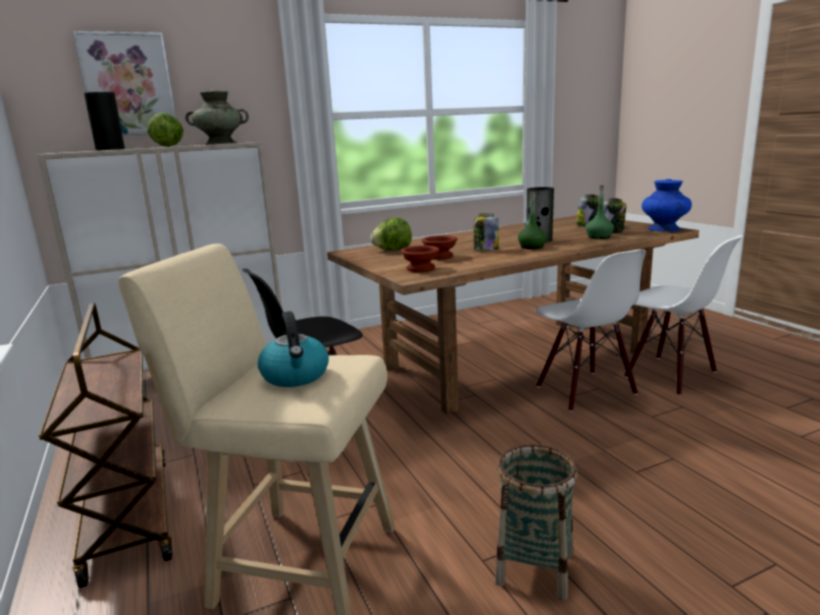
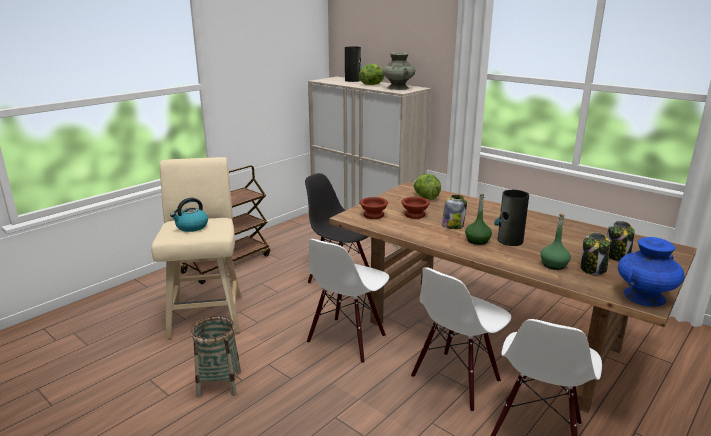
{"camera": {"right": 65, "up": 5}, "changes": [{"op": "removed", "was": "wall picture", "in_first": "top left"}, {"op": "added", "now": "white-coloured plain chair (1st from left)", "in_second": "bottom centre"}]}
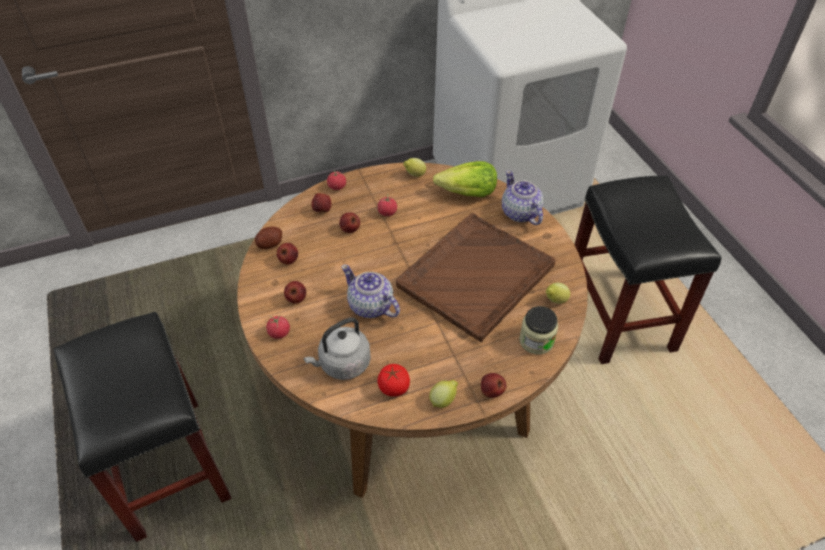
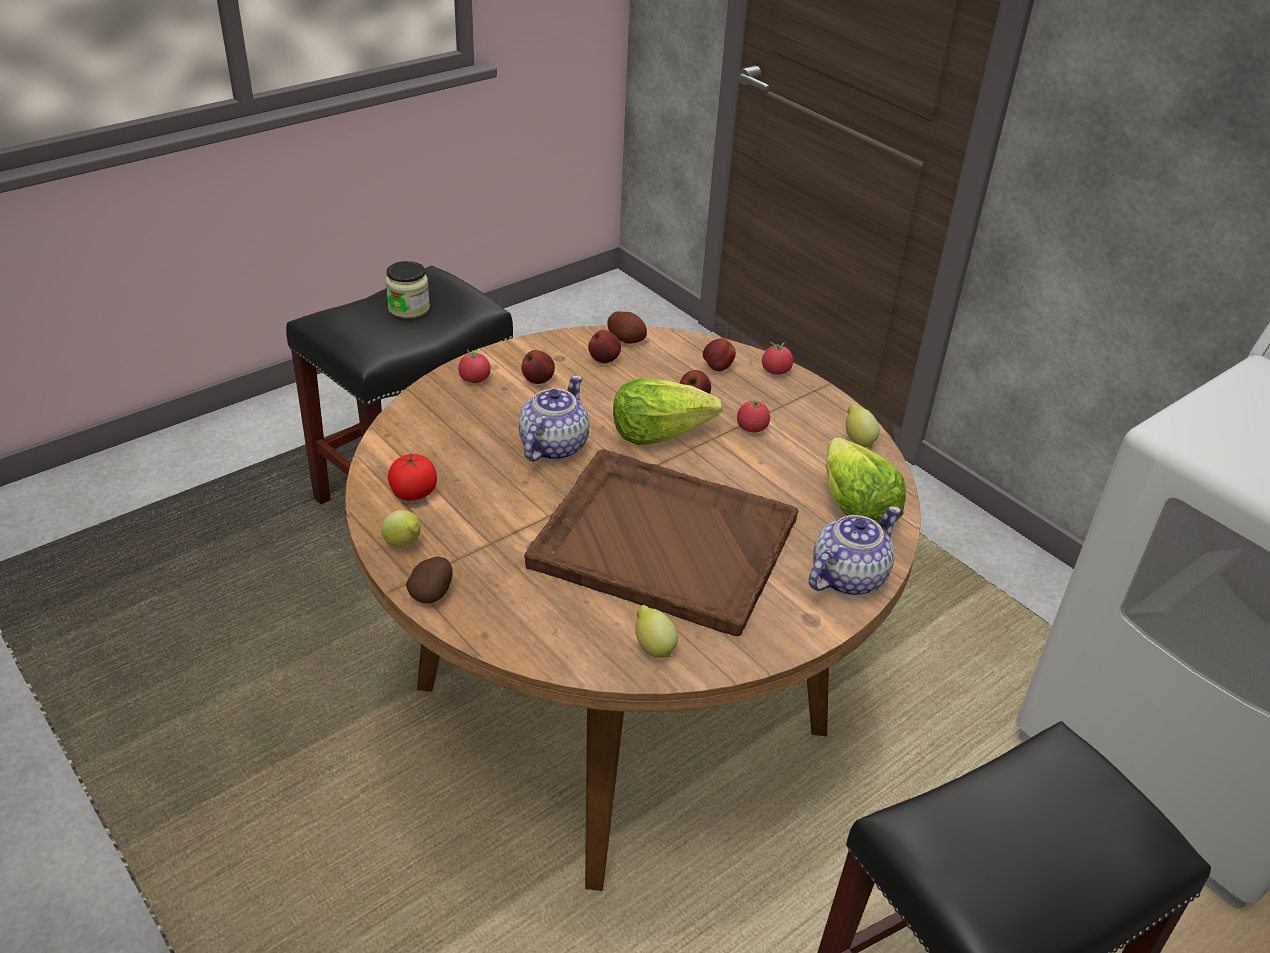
{"camera": {"right": 70, "up": -10}, "changes": [{"op": "removed", "was": "gray kettle", "in_first": "centre"}, {"op": "added", "now": "lettuce (1st from left)", "in_second": "centre"}, {"op": "moved", "was": "storage jar", "in_first": "centre", "in_second": "top left"}, {"op": "replaced", "was": "apple fruit (5th from left)", "now": "potato (1st from left)", "in_first": "bottom centre", "in_second": "centre"}]}
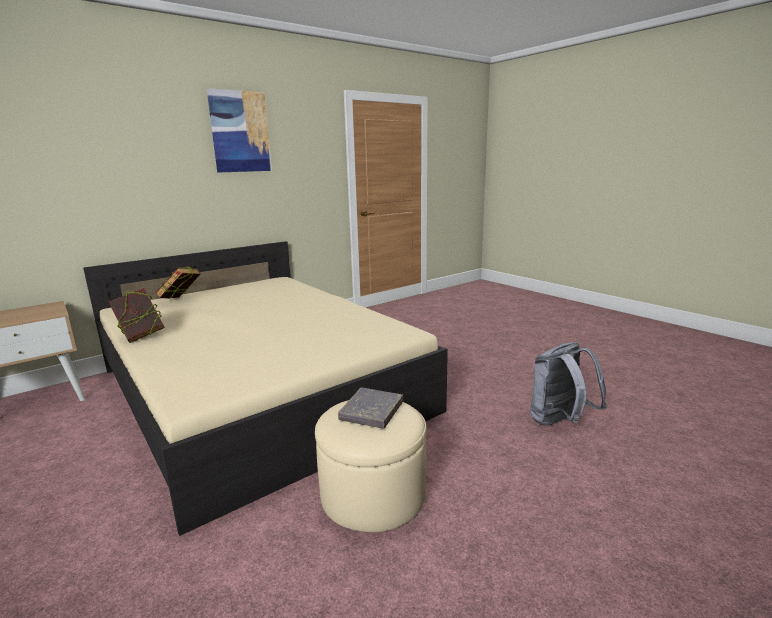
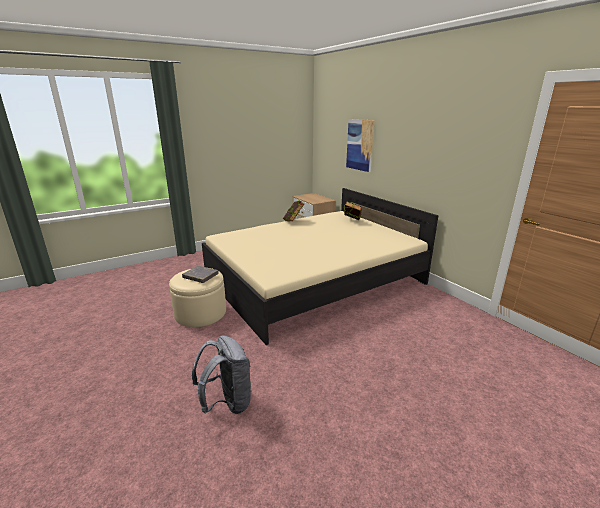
{"camera": {"right": 95, "up": 5}, "changes": [{"op": "moved", "was": "wall picture", "in_first": "top left", "in_second": "top centre"}]}
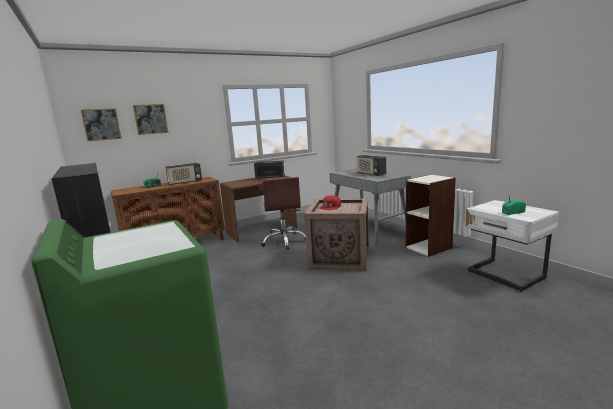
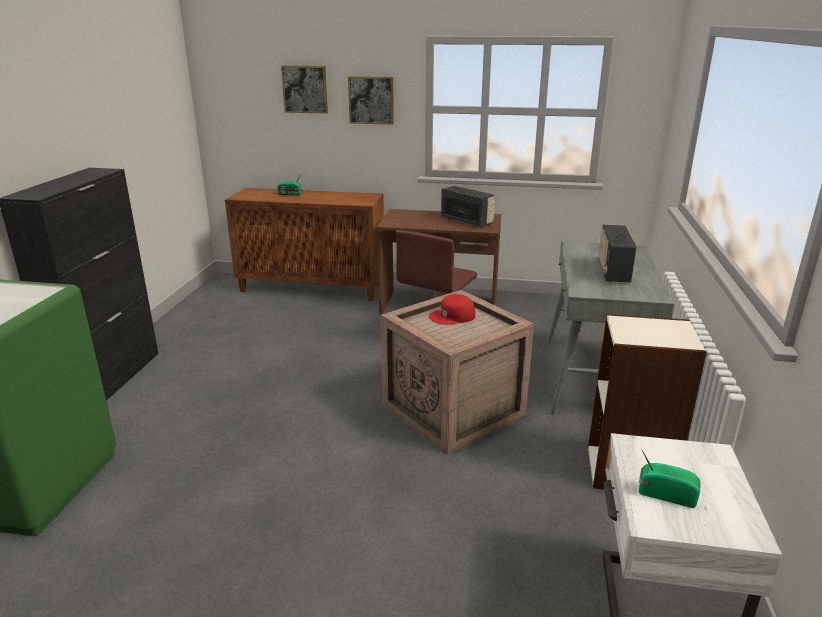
{"camera": {"right": 40, "up": 10}, "changes": [{"op": "removed", "was": "radio (2nd from left)", "in_first": "middle left"}, {"op": "moved", "was": "wall picture (1st from left in the first image)", "now": "wall picture (2nd from left)", "in_first": "top left", "in_second": "top centre"}]}
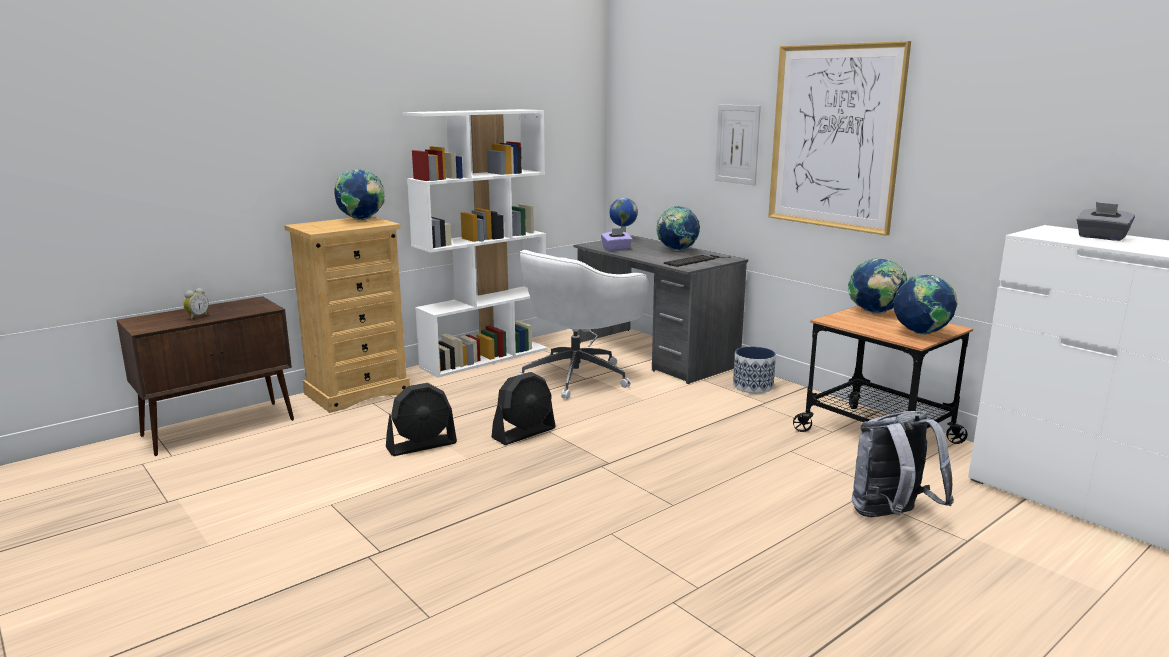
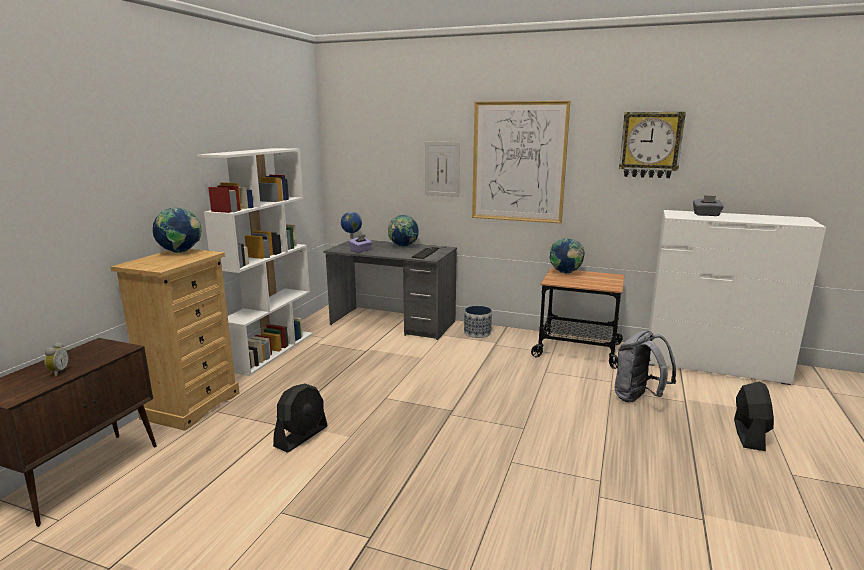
{"camera": {"right": -30, "up": 0}, "changes": [{"op": "removed", "was": "white-coloured office chair", "in_first": "centre"}, {"op": "removed", "was": "world globe (5th from left)", "in_first": "middle right"}, {"op": "added", "now": "clock on the wall", "in_second": "top right"}, {"op": "moved", "was": "blackish fan (2nd from left)", "in_first": "centre", "in_second": "bottom right"}]}
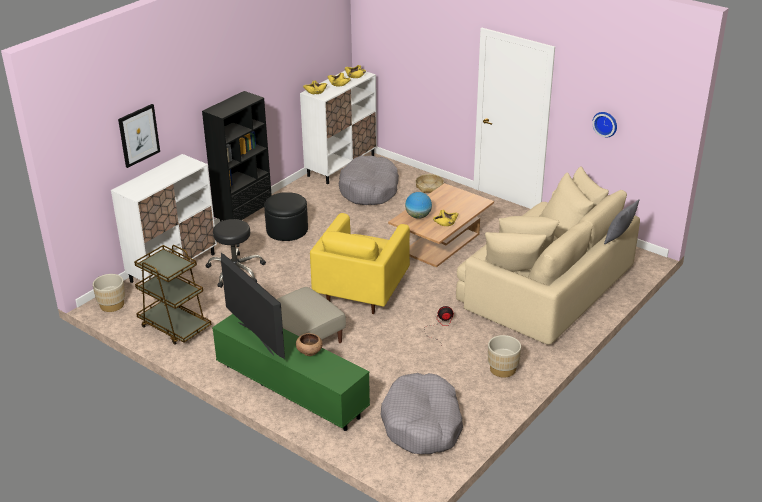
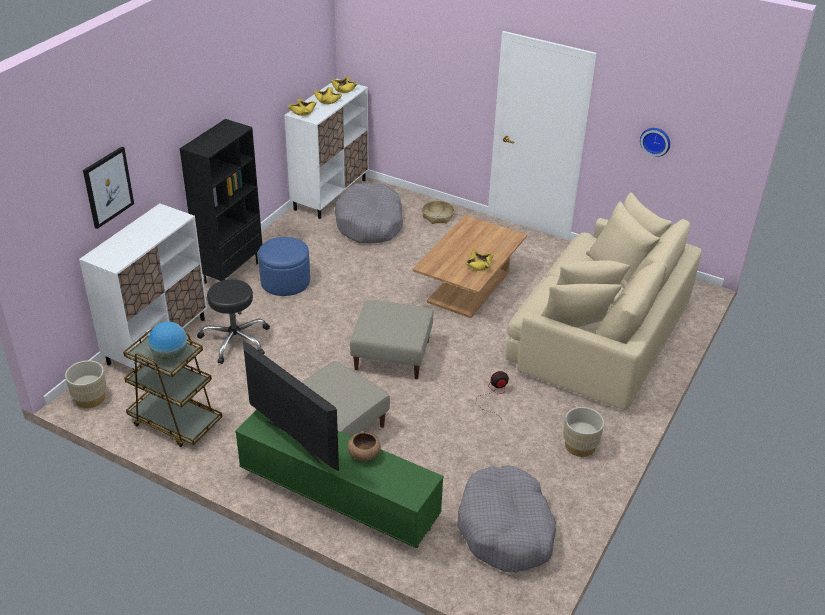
{"camera": {"right": -10, "up": 5}, "changes": [{"op": "removed", "was": "gray throw pillow", "in_first": "middle right"}, {"op": "moved", "was": "world globe", "in_first": "centre", "in_second": "middle left"}, {"op": "replaced", "was": "yellow lounge chair", "now": "beige ottoman (2nd from left)", "in_first": "centre", "in_second": "centre"}, {"op": "recoloured", "was": "blackish ottoman", "now": "blue-coloured ottoman", "in_first": "centre", "in_second": "centre"}]}
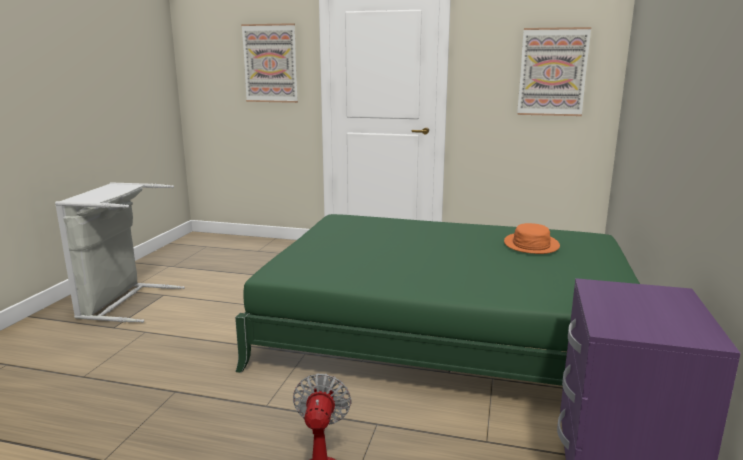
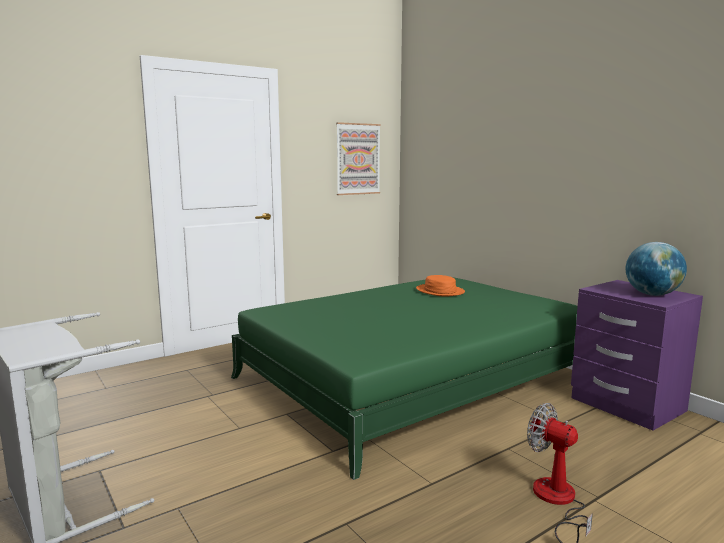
{"camera": {"right": -50, "up": -5}, "changes": [{"op": "removed", "was": "wall picture (1st from left)", "in_first": "top centre"}, {"op": "added", "now": "world globe", "in_second": "middle right"}]}
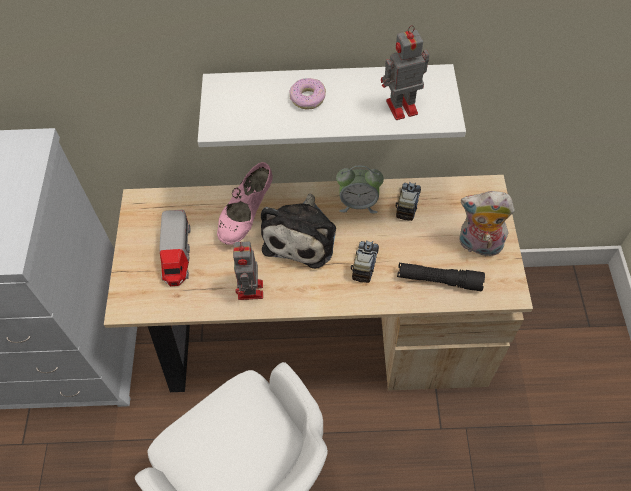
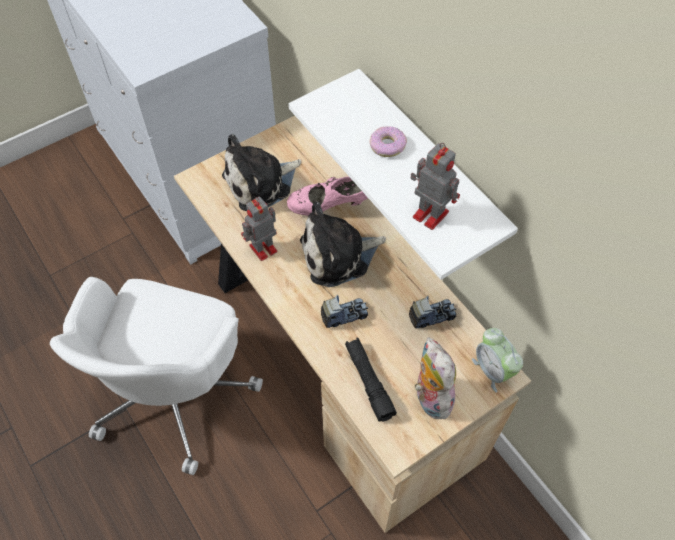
{"camera": {"right": 55, "up": 0}, "changes": [{"op": "moved", "was": "alarm clock", "in_first": "centre", "in_second": "bottom right"}, {"op": "replaced", "was": "toy truck (1st from left)", "now": "cuddly toy (1st from left)", "in_first": "middle left", "in_second": "top centre"}]}
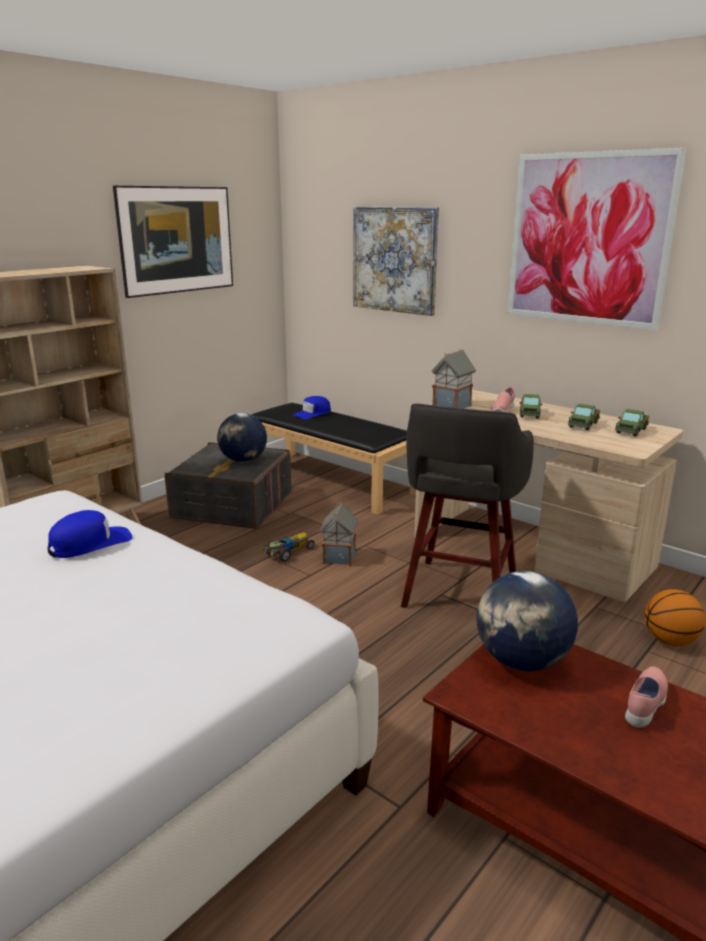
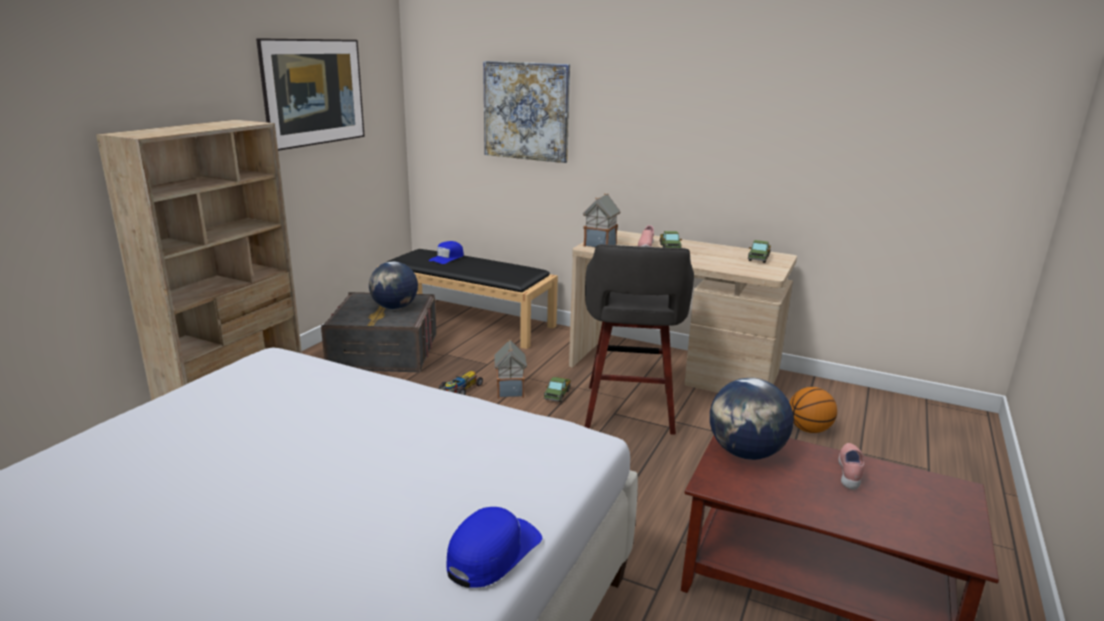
{"camera": {"right": -15, "up": 0}, "changes": [{"op": "removed", "was": "wall picture (3rd from left)", "in_first": "top right"}, {"op": "moved", "was": "blue-coloured baseball cap (1st from left in the first image)", "now": "blue-coloured baseball cap (2nd from left)", "in_first": "middle left", "in_second": "bottom centre"}, {"op": "moved", "was": "toy truck (2nd from left in the first image)", "now": "toy truck (1st from left)", "in_first": "middle right", "in_second": "centre"}]}
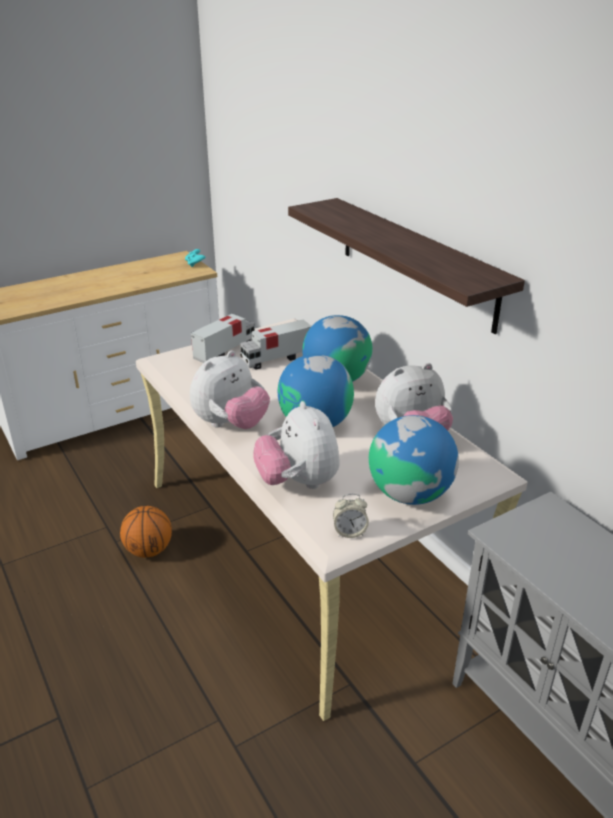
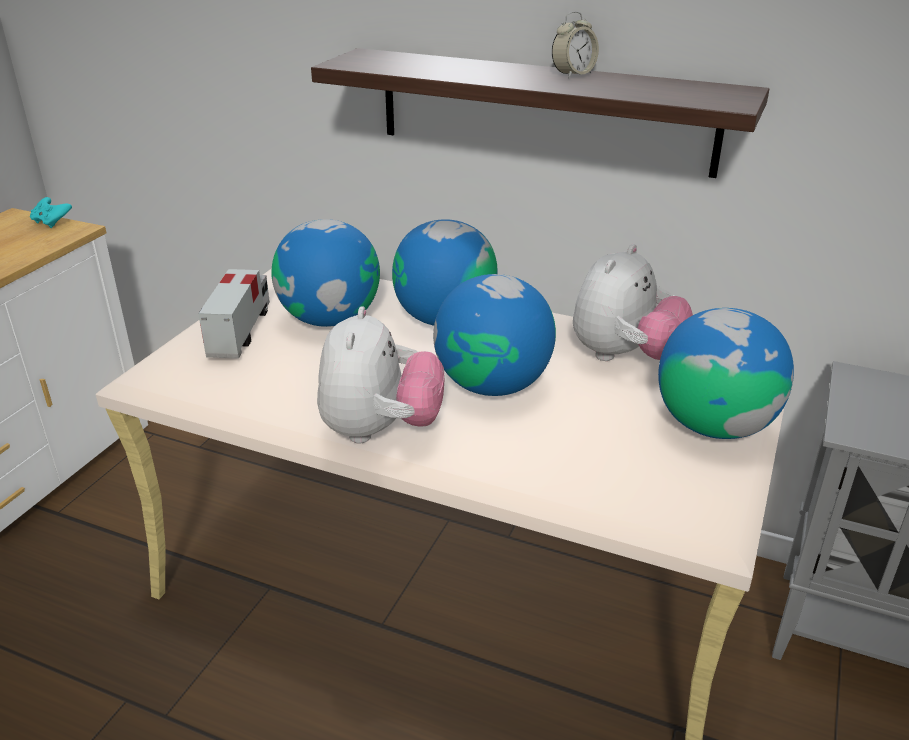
{"camera": {"right": -35, "up": 0}, "changes": [{"op": "removed", "was": "ball for basketball", "in_first": "middle left"}, {"op": "removed", "was": "cuddly toy (2nd from left)", "in_first": "centre"}, {"op": "moved", "was": "alarm clock", "in_first": "centre", "in_second": "top centre"}, {"op": "replaced", "was": "toy truck (2nd from left)", "now": "world globe (1st from left)", "in_first": "centre", "in_second": "centre"}]}
